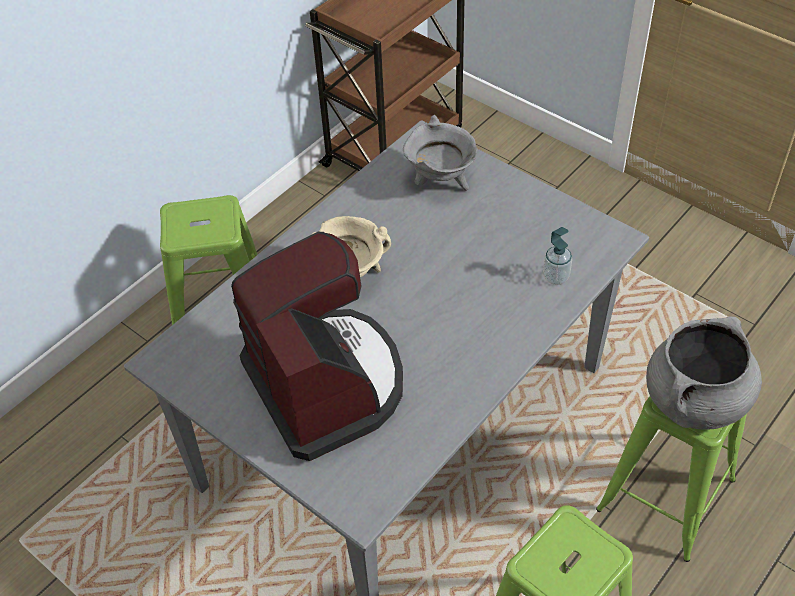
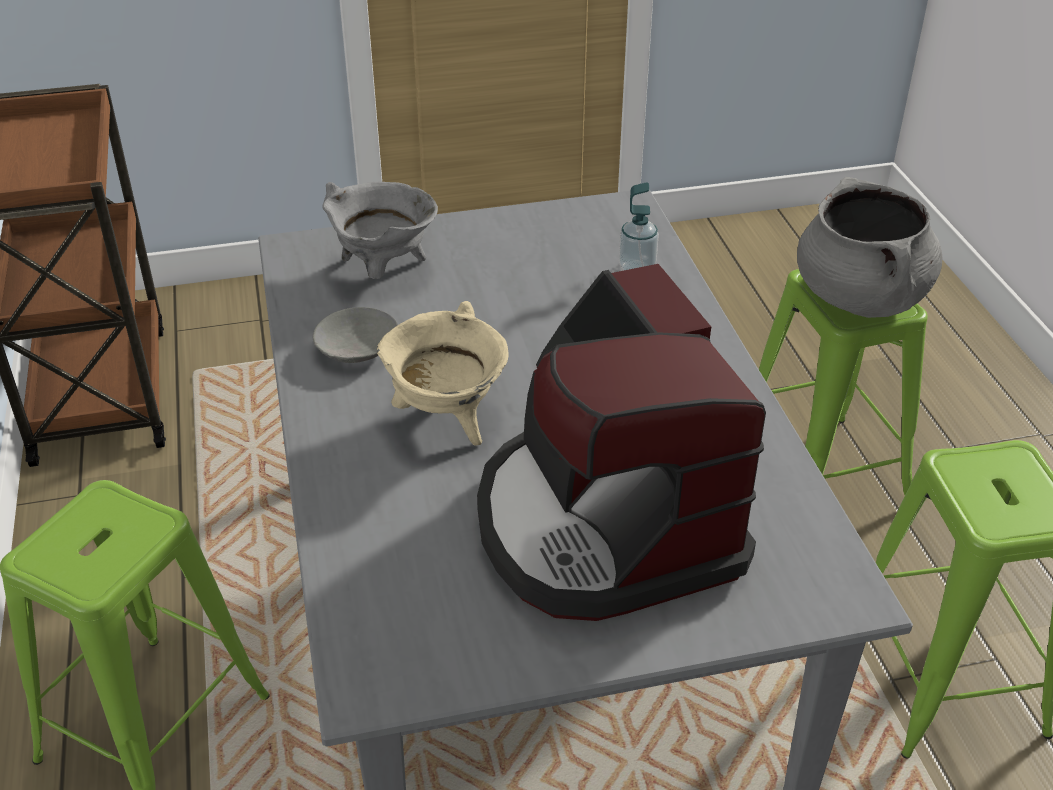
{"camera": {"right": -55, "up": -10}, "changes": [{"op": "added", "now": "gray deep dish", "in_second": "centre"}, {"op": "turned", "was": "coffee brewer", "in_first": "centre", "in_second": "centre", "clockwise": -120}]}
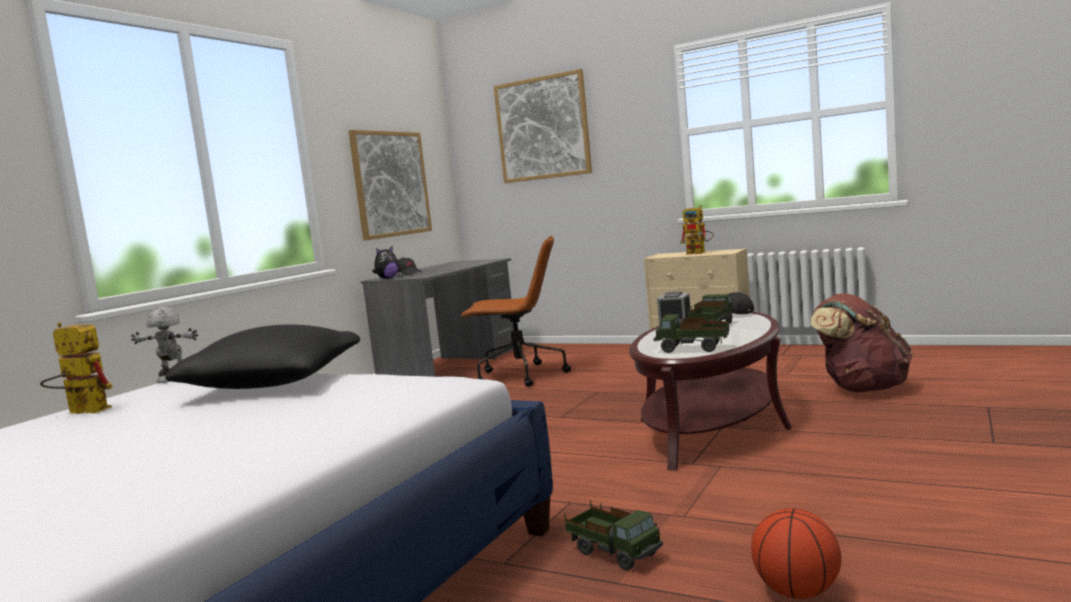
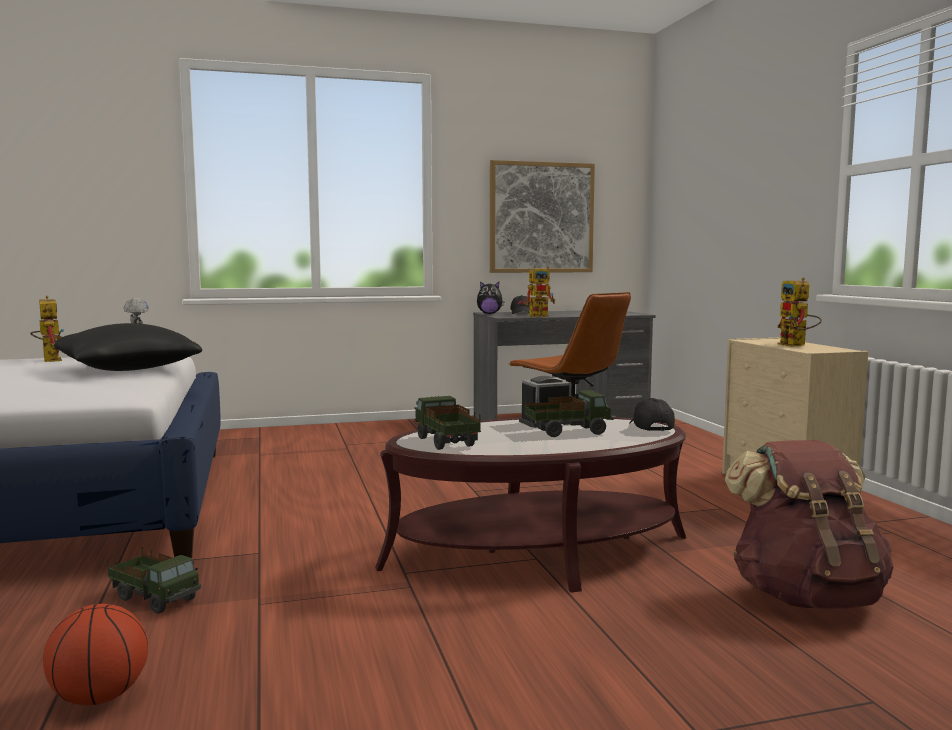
{"camera": {"right": 45, "up": 0}, "changes": [{"op": "removed", "was": "wall picture (2nd from left)", "in_first": "top centre"}, {"op": "added", "now": "robot figure (3rd from left)", "in_second": "centre"}, {"op": "turned", "was": "toy truck (1st from left)", "in_first": "bottom centre", "in_second": "bottom left", "clockwise": -60}]}
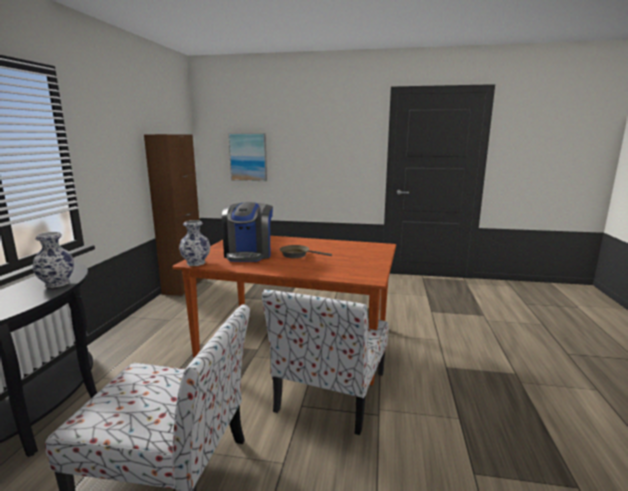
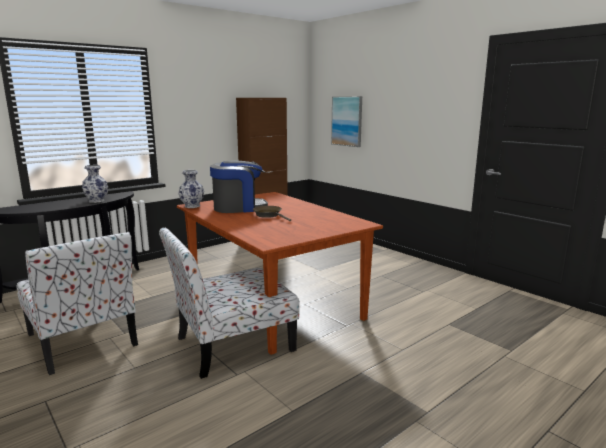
{"camera": {"right": 40, "up": 0}, "changes": [{"op": "turned", "was": "coffee brewer", "in_first": "centre", "in_second": "centre", "clockwise": -150}]}
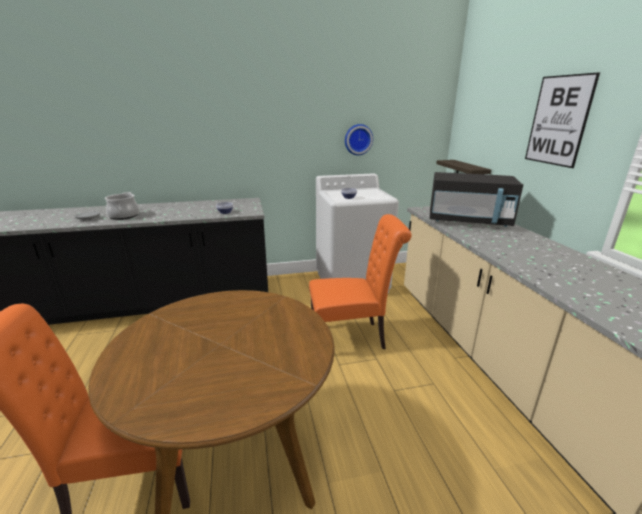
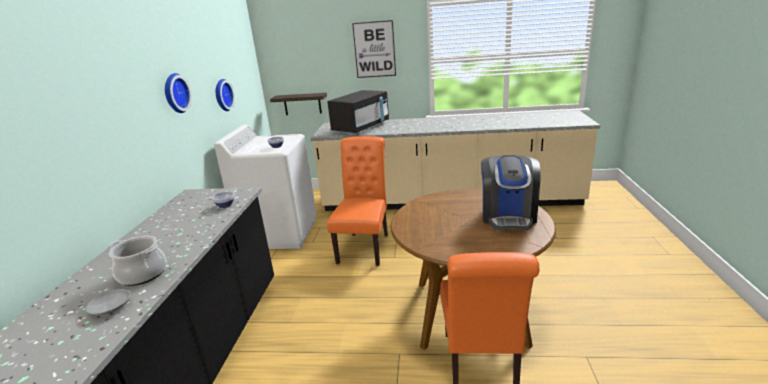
{"camera": {"right": -70, "up": 0}, "changes": [{"op": "added", "now": "clock on the wall (1st from left)", "in_second": "top left"}, {"op": "added", "now": "coffee brewer", "in_second": "centre"}]}
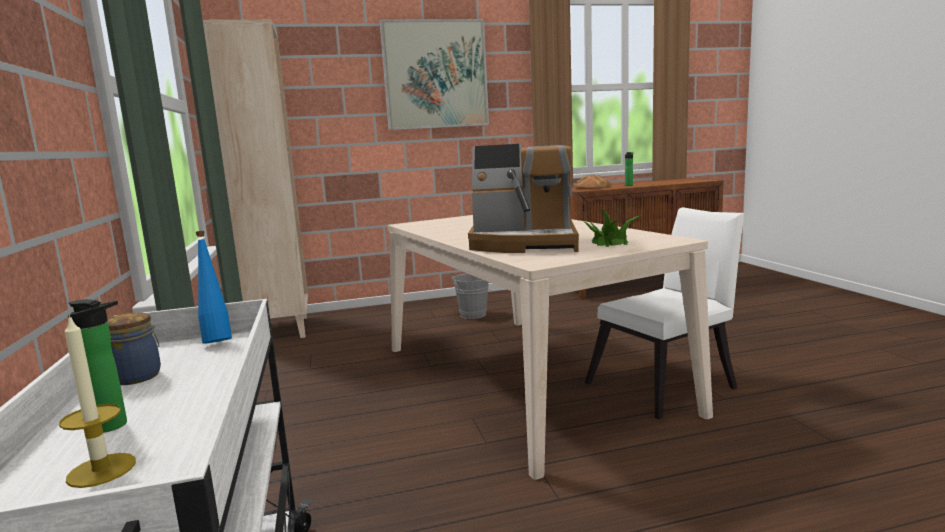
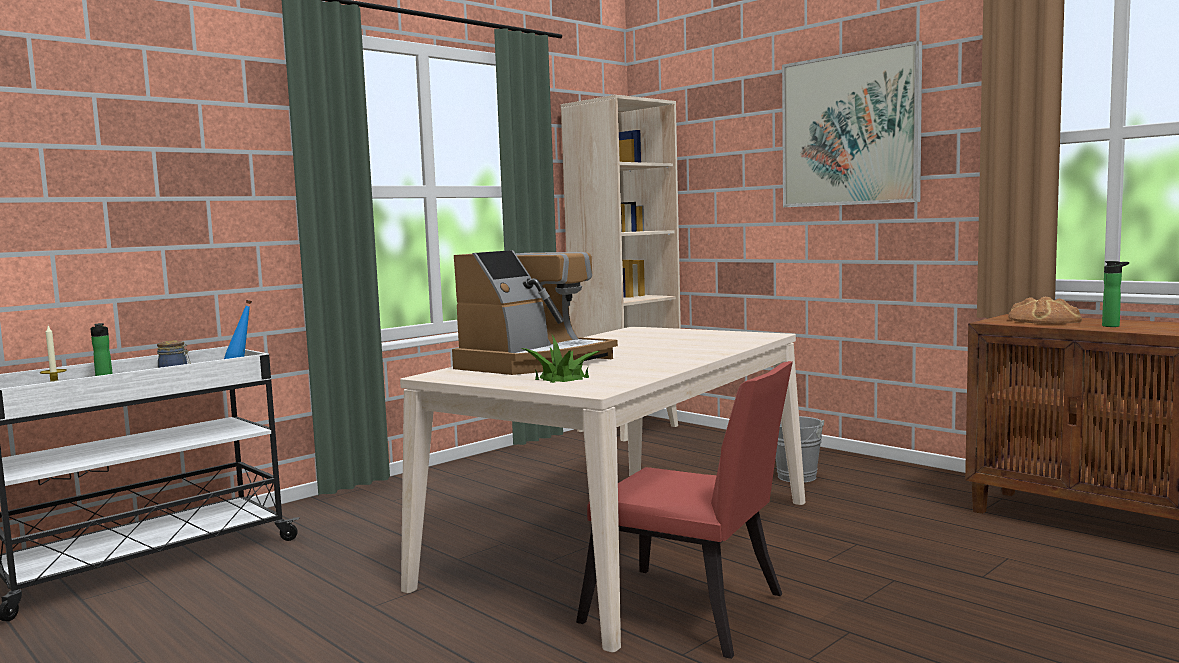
{"camera": {"right": 60, "up": -5}, "changes": [{"op": "recoloured", "was": "white-coloured plain chair", "now": "red-coloured plain chair", "in_first": "middle right", "in_second": "bottom centre"}, {"op": "turned", "was": "coffee brewer", "in_first": "centre", "in_second": "centre", "clockwise": -120}]}
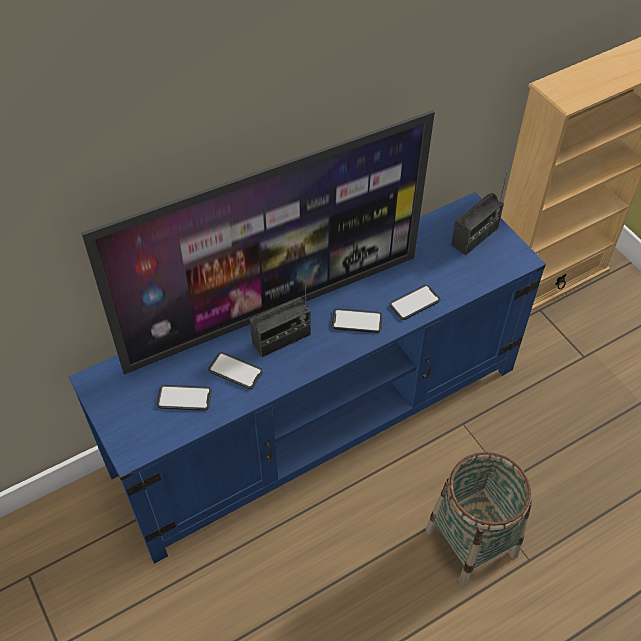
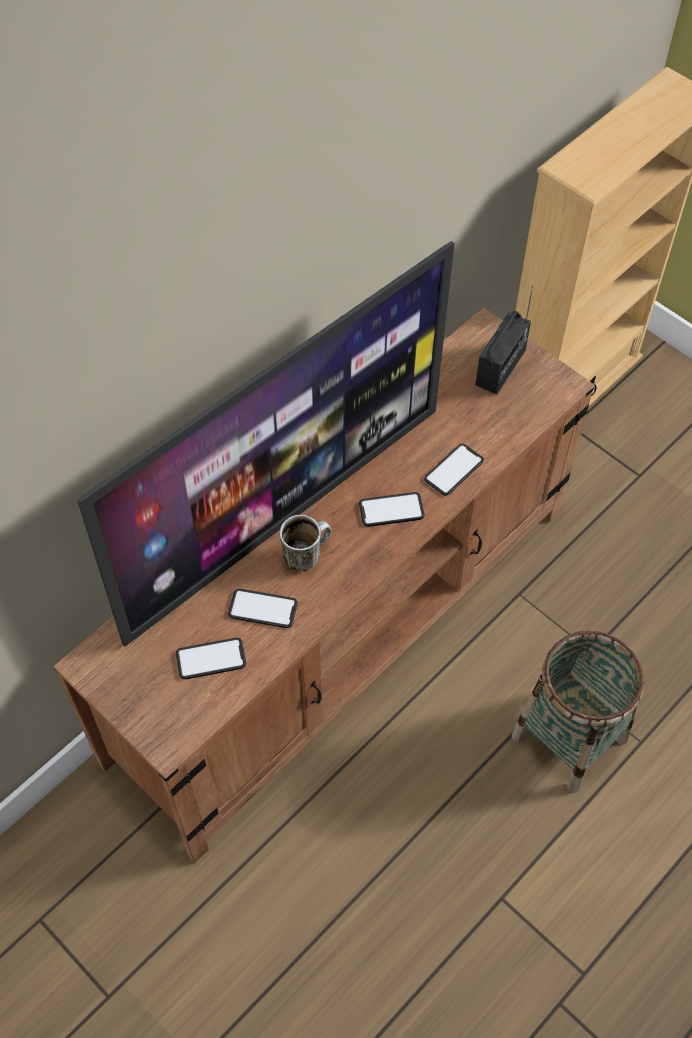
{"camera": {"right": -15, "up": 5}, "changes": [{"op": "replaced", "was": "radio (1st from left)", "now": "tea mug", "in_first": "centre", "in_second": "centre"}, {"op": "recoloured", "was": "blue-coloured tv stand", "now": "brown-coloured tv stand", "in_first": "centre", "in_second": "centre"}]}
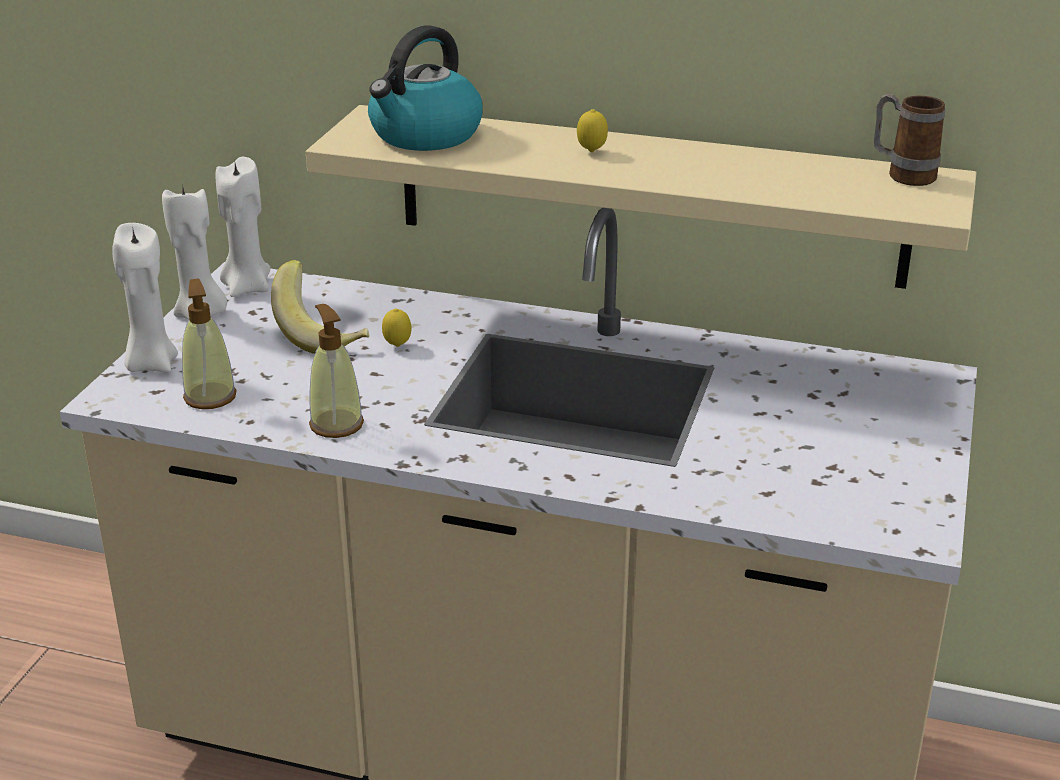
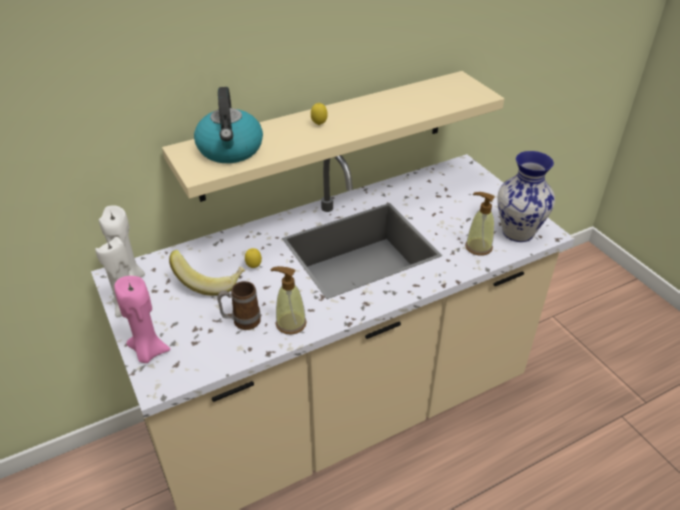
{"camera": {"right": -45, "up": 10}, "changes": [{"op": "added", "now": "vase", "in_second": "middle right"}, {"op": "moved", "was": "soap bottle (1st from left in the first image)", "now": "soap bottle (2nd from left)", "in_first": "middle left", "in_second": "middle right"}, {"op": "moved", "was": "tea mug", "in_first": "top right", "in_second": "centre"}, {"op": "recoloured", "was": "white-coloured wax candle (1st from left)", "now": "pink-coloured wax candle", "in_first": "middle left", "in_second": "middle left"}]}
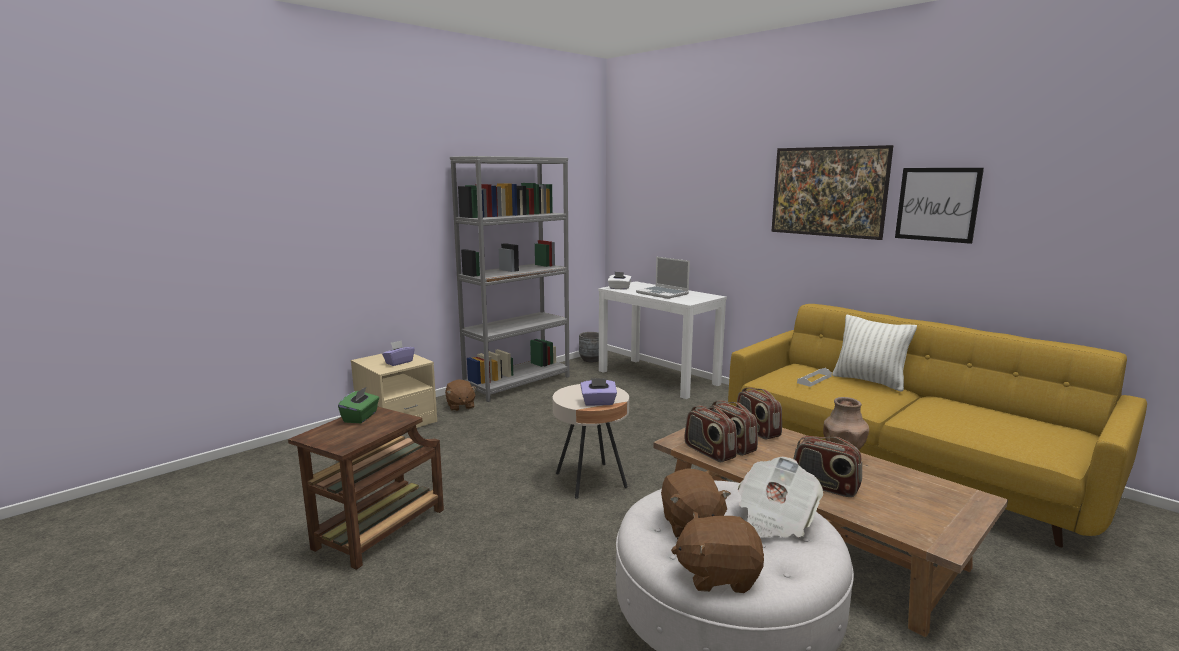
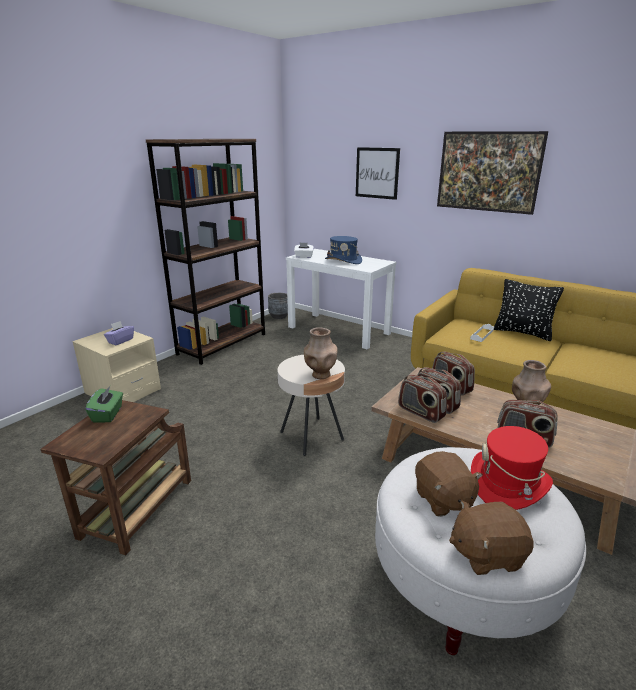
{"camera": {"right": -10, "up": 10}, "changes": [{"op": "removed", "was": "brown-coloured cuddly toy (1st from left)", "in_first": "centre"}, {"op": "moved", "was": "wall picture (2nd from left in the first image)", "now": "wall picture (1st from left)", "in_first": "top right", "in_second": "top centre"}, {"op": "replaced", "was": "purplish tissue box (2nd from left)", "now": "brown-coloured vase (1st from left)", "in_first": "centre", "in_second": "centre"}, {"op": "replaced", "was": "notebook computer", "now": "blue-coloured clothing hat", "in_first": "centre", "in_second": "centre"}, {"op": "replaced", "was": "newspaper", "now": "red-coloured clothing hat", "in_first": "bottom centre", "in_second": "bottom right"}, {"op": "recoloured", "was": "gray bookcase", "now": "brown-coloured bookcase", "in_first": "centre", "in_second": "middle left"}, {"op": "recoloured", "was": "white-coloured throw pillow", "now": "blackish throw pillow", "in_first": "middle right", "in_second": "middle right"}]}
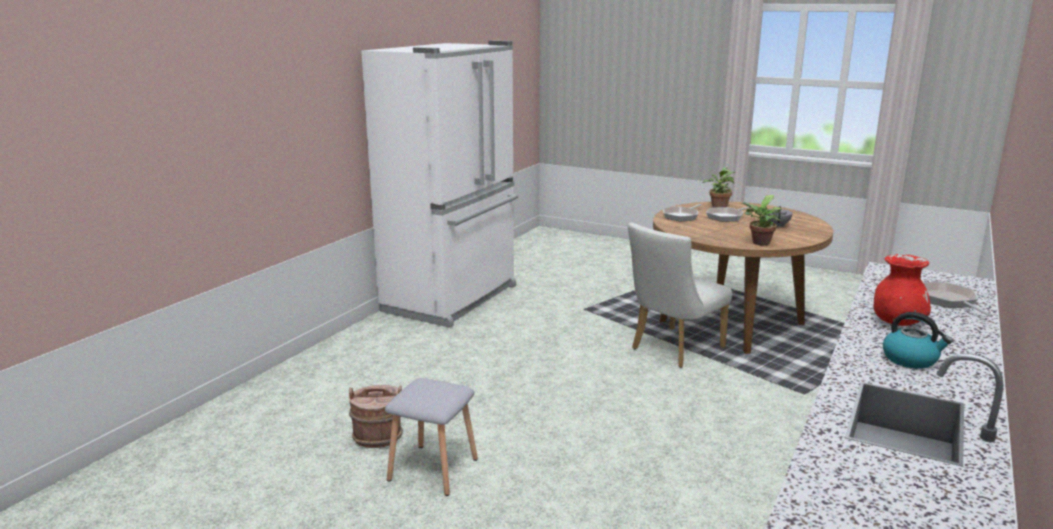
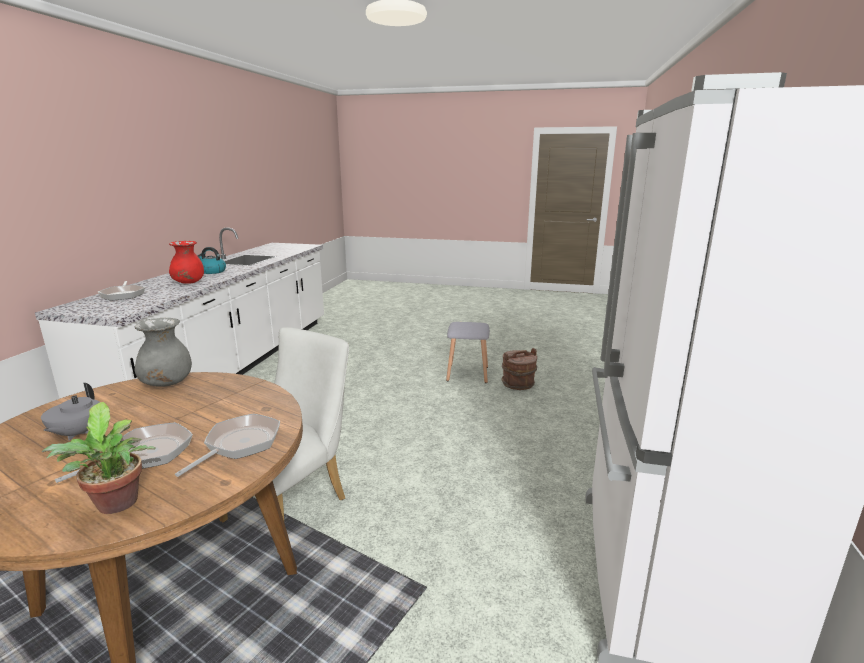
{"camera": {"right": 165, "up": 0}, "changes": [{"op": "replaced", "was": "potted plant (2nd from left)", "now": "gray vase", "in_first": "middle right", "in_second": "middle left"}]}
